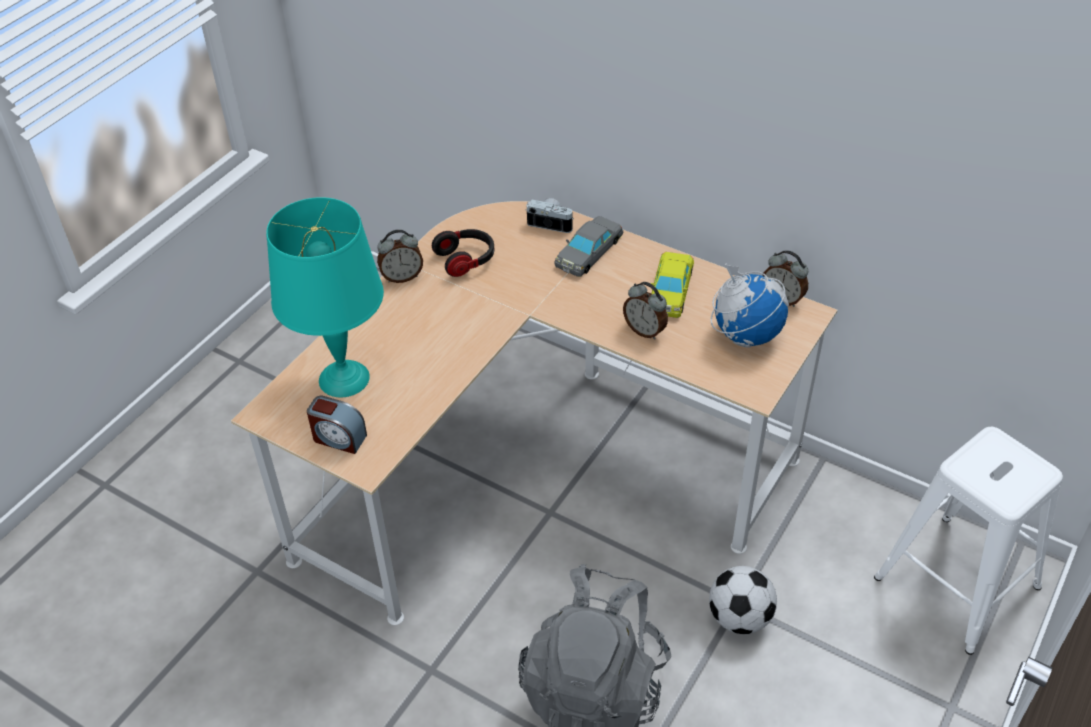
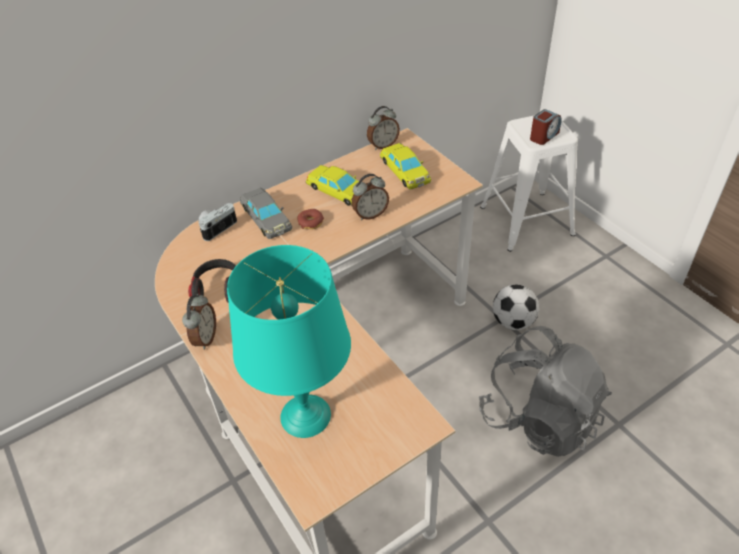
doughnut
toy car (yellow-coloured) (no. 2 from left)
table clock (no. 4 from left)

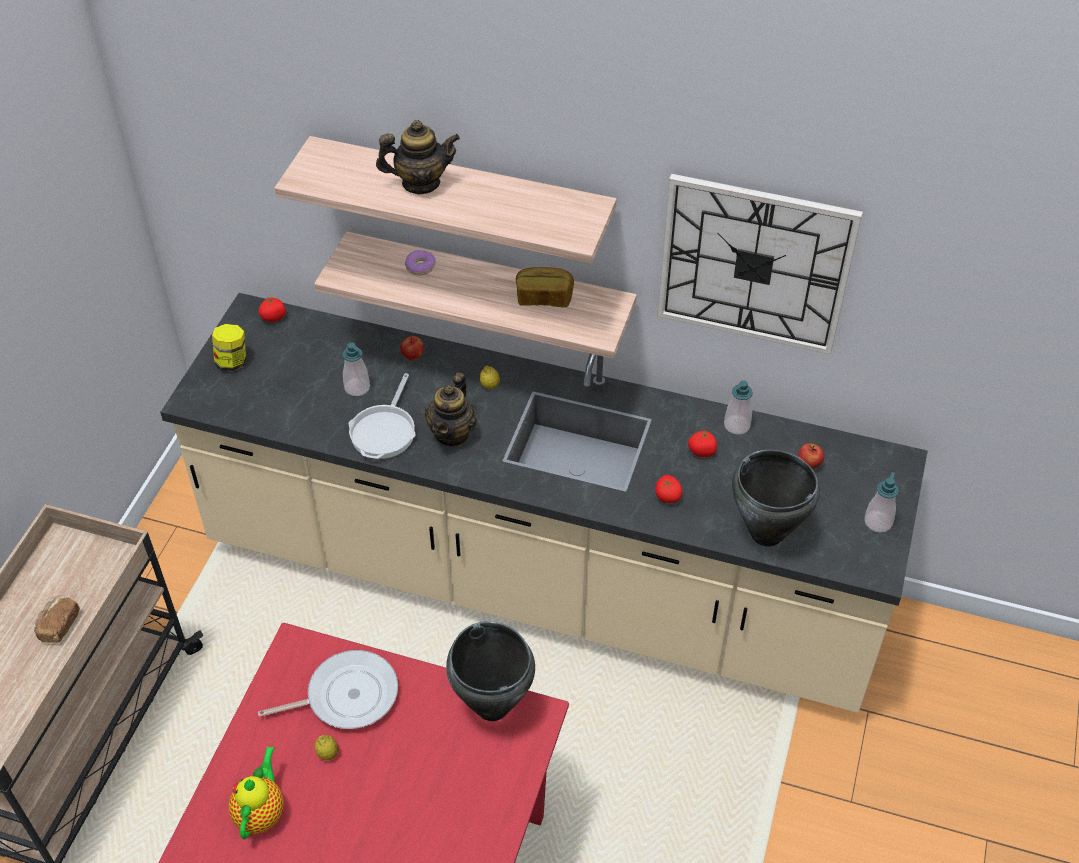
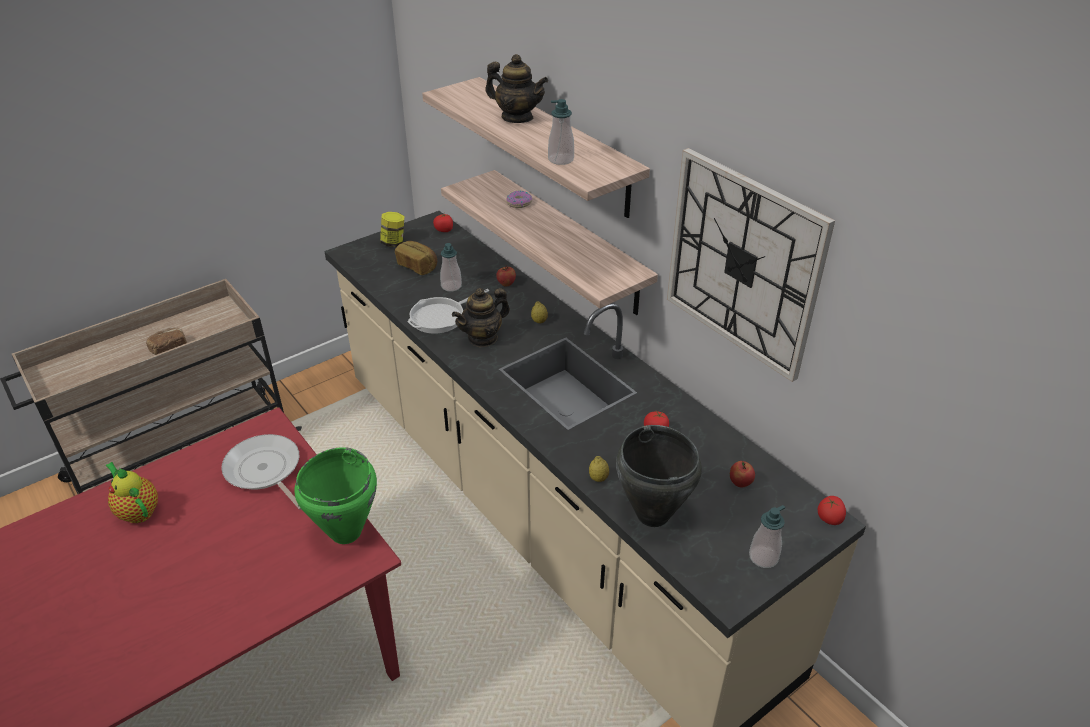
pot for tea (no. 1 from left)
pan (no. 1 from left)
stockpot (greenish)
bread (no. 2 from left)
soap dispenser (no. 2 from left)
whole lemon (no. 2 from left)
fresh tomato (no. 3 from left)

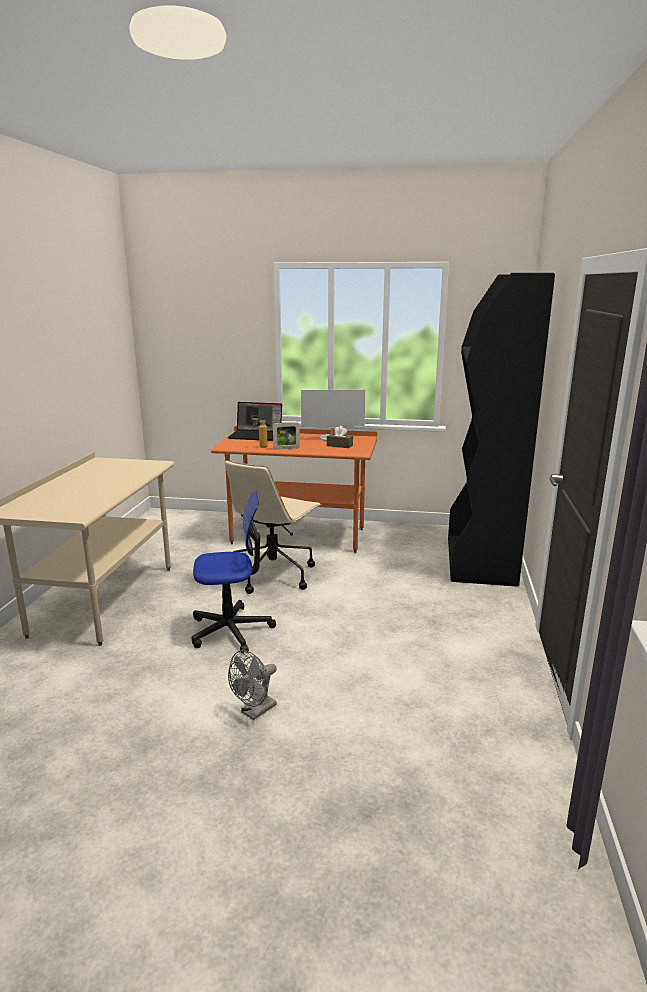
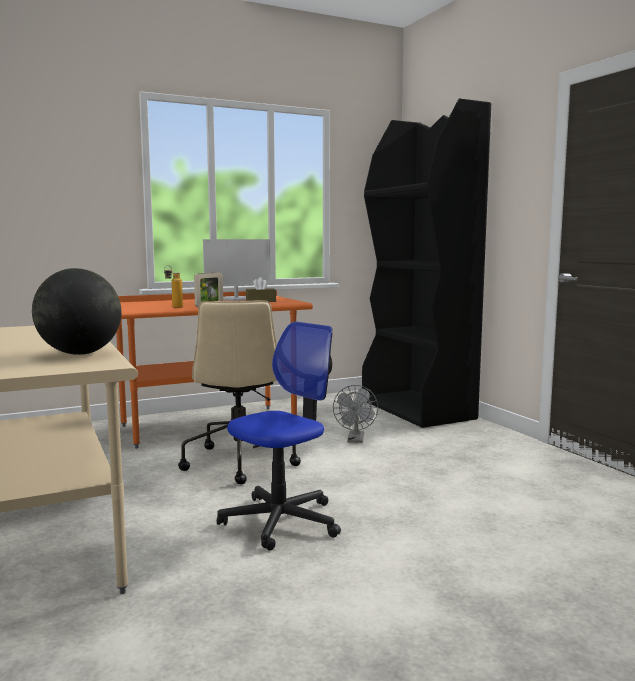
desk globe
cooling fan (gray)
notebook computer

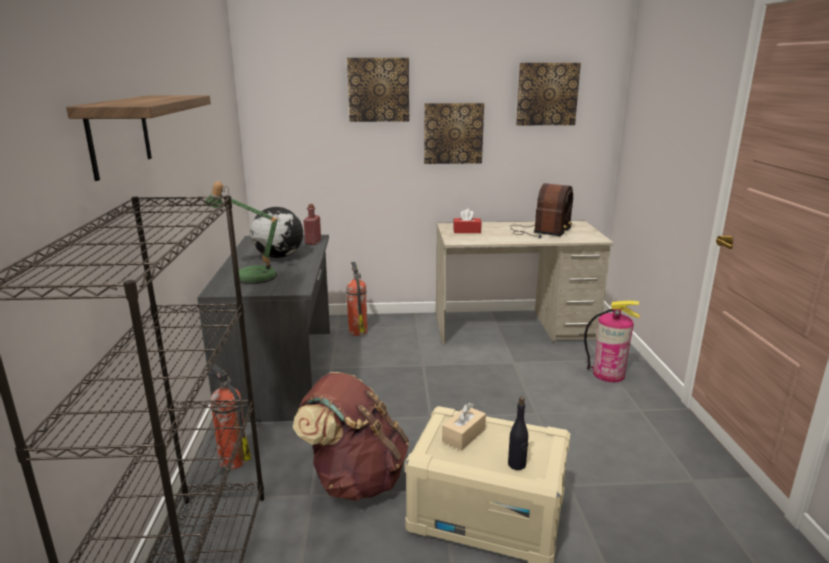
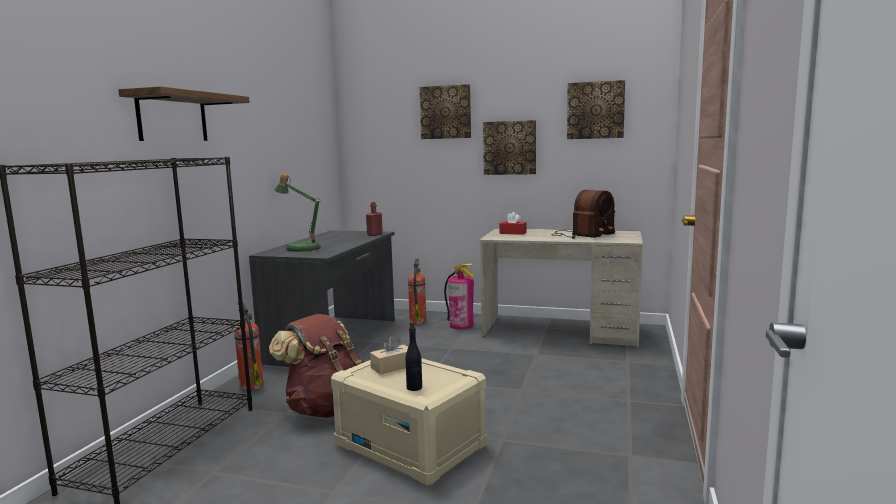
fire extinguisher (no. 3 from left)
desk globe

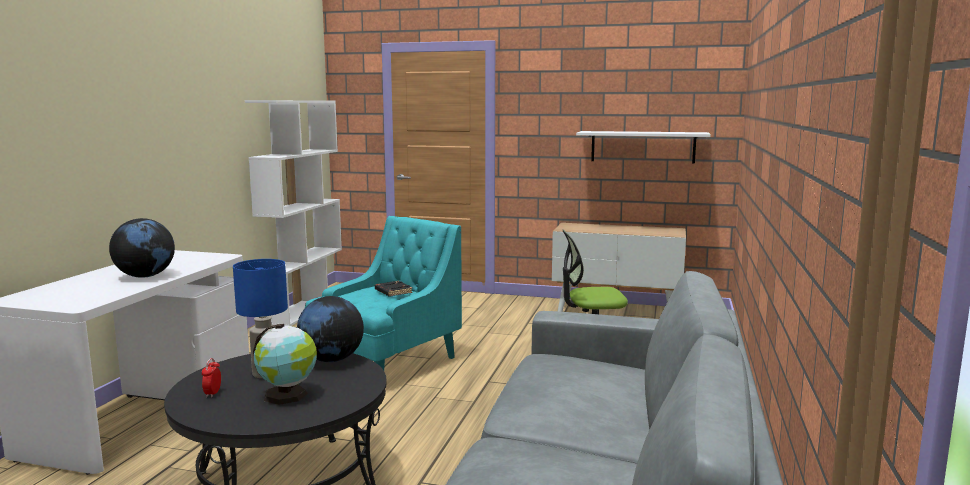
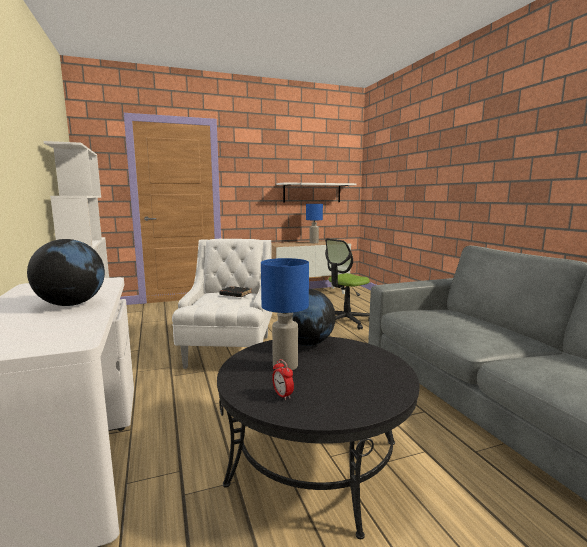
armchair (whitish)
tabletop lamp (bluish) (no. 2 from left)
desk globe (no. 2 from left in the first image)

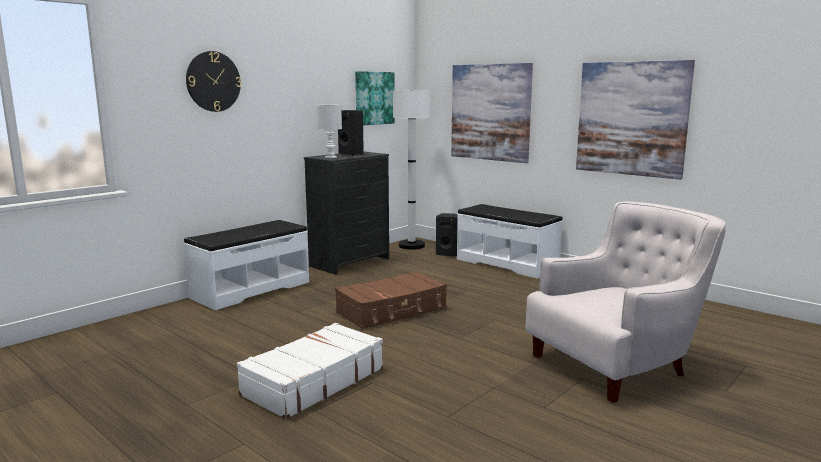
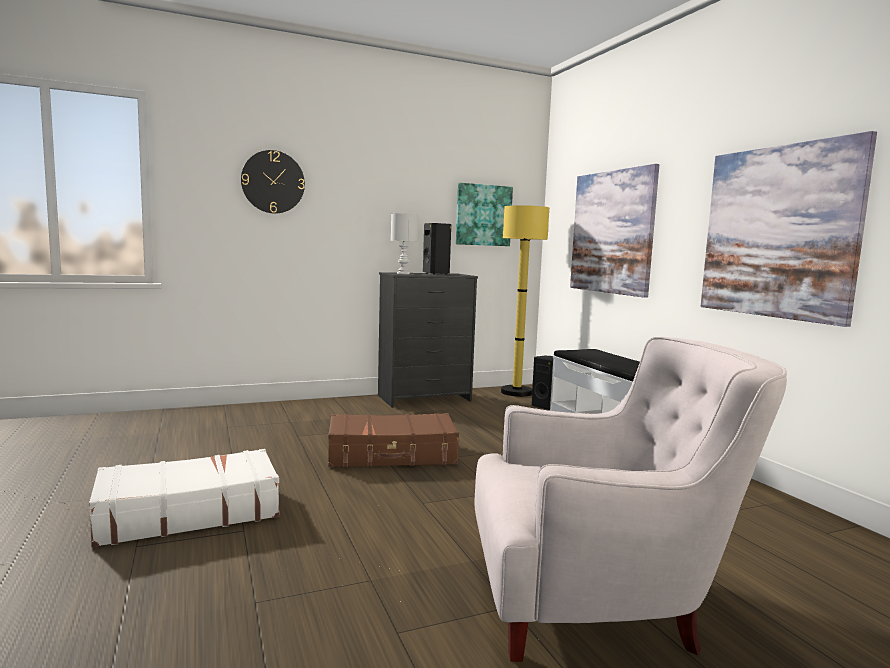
standing lamp (yellow-coloured)
bench (whitish) (no. 1 from left in the first image)

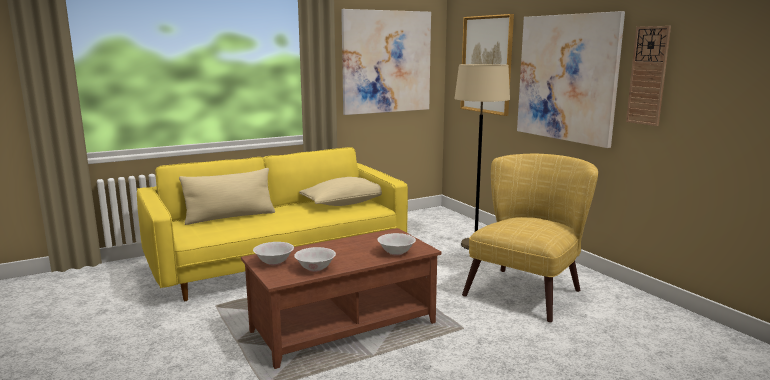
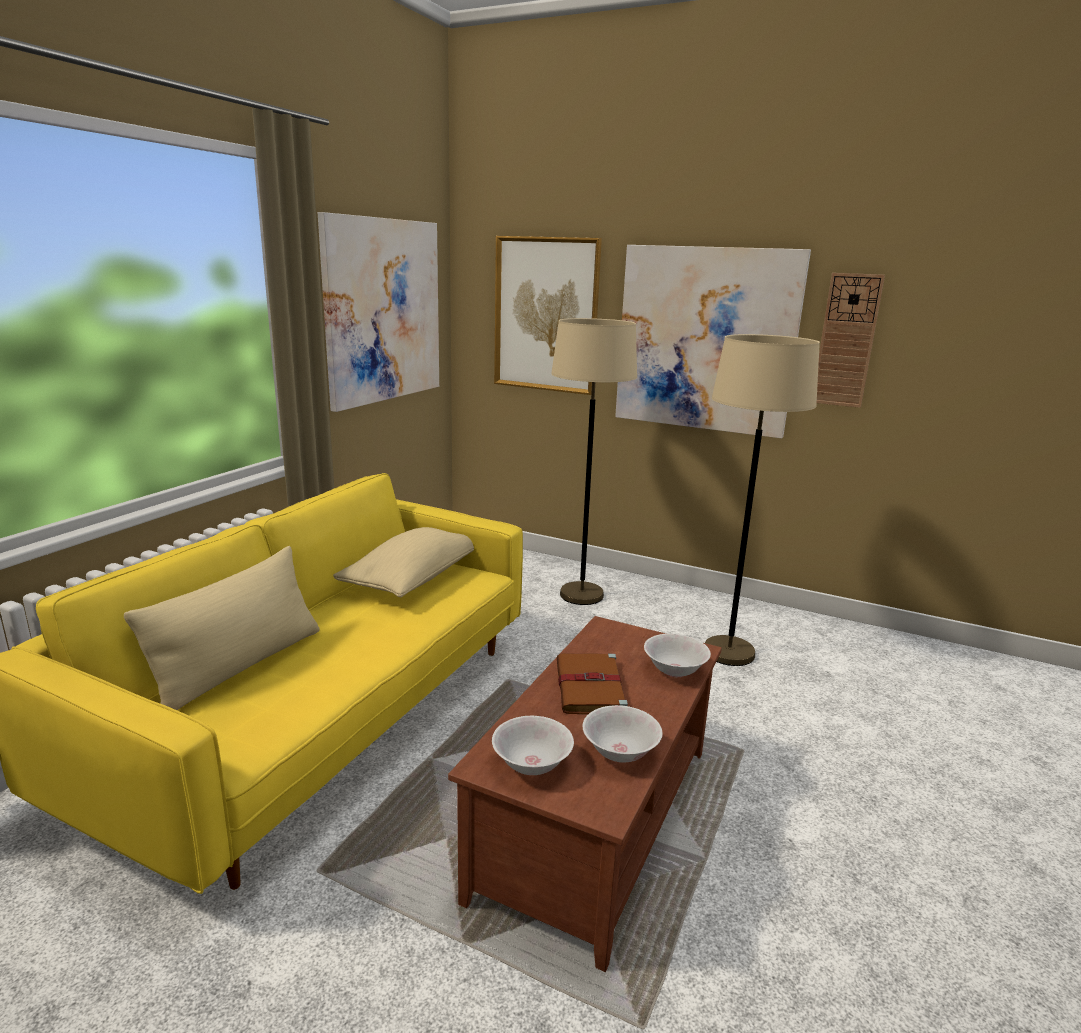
volume (brownish)
standing lamp (sand-coloured) (no. 2 from left)

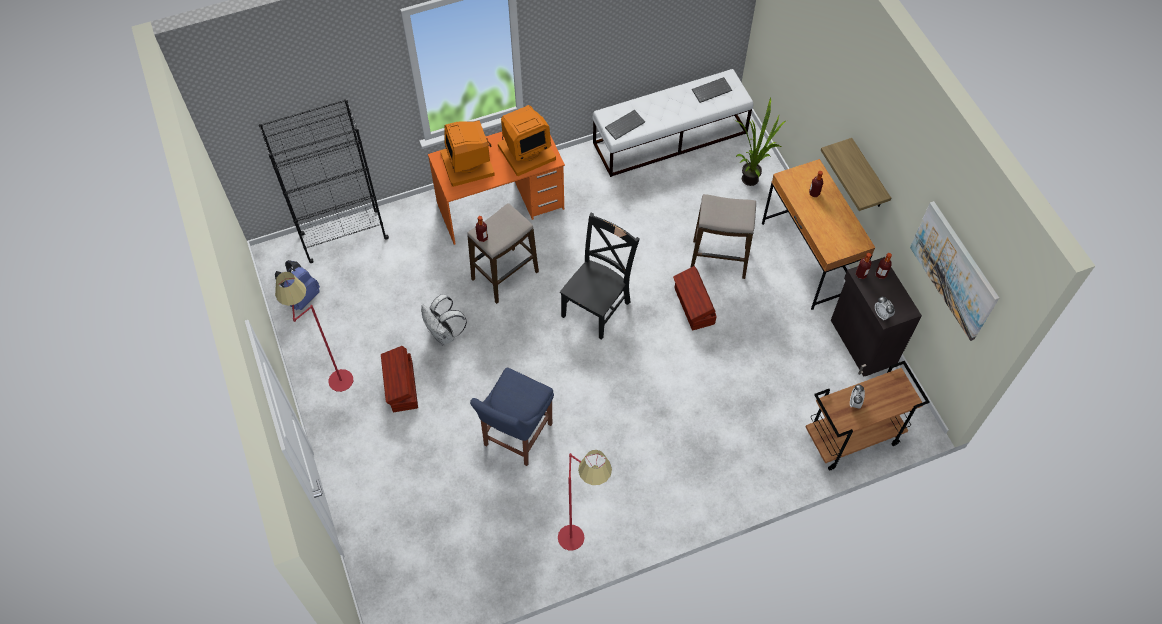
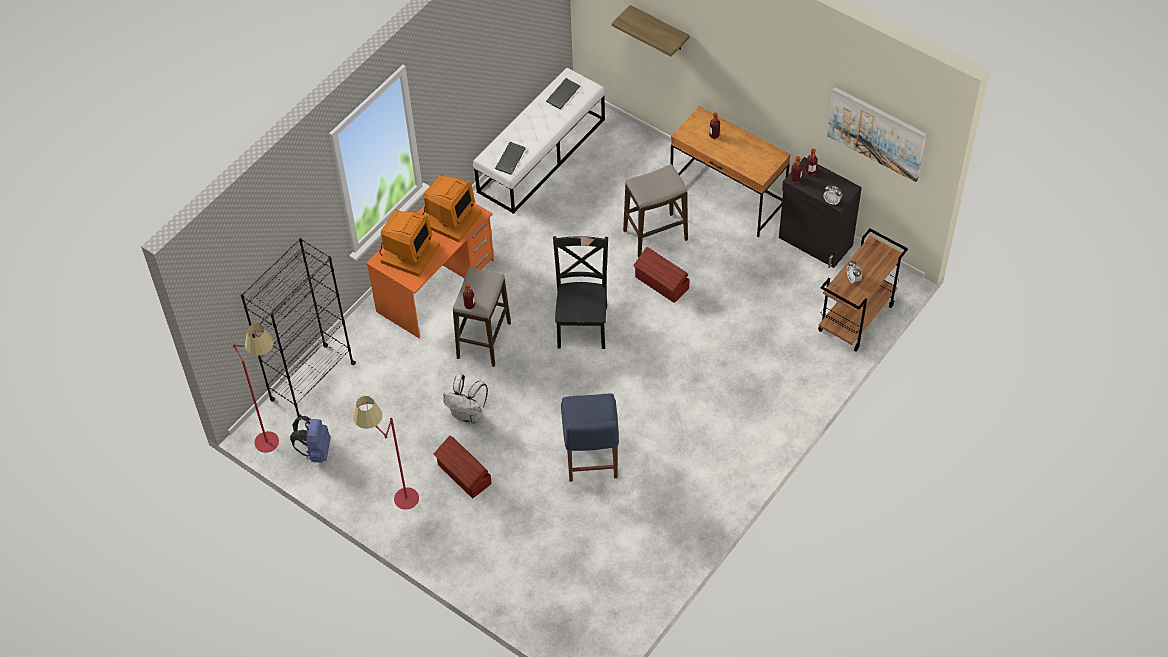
standing lamp (red) (no. 1 from left)
monitor (no. 1 from left)
shelf
plant in a pot

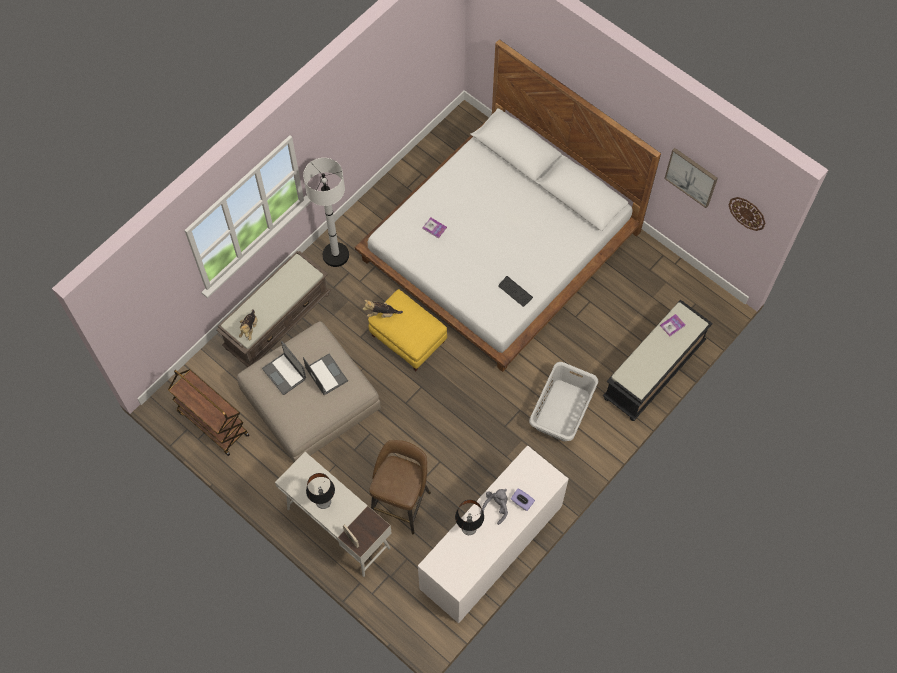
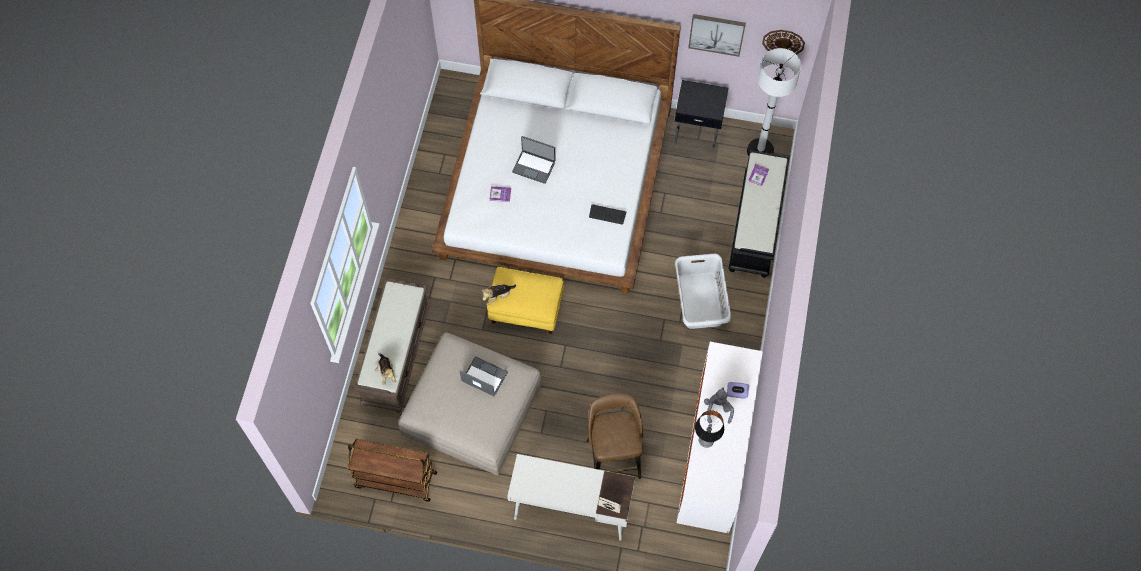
notebook computer (no. 2 from left)
nightstand (black-coloured)
standing lamp (whitish)
tabletop lamp (no. 1 from left in the first image)

